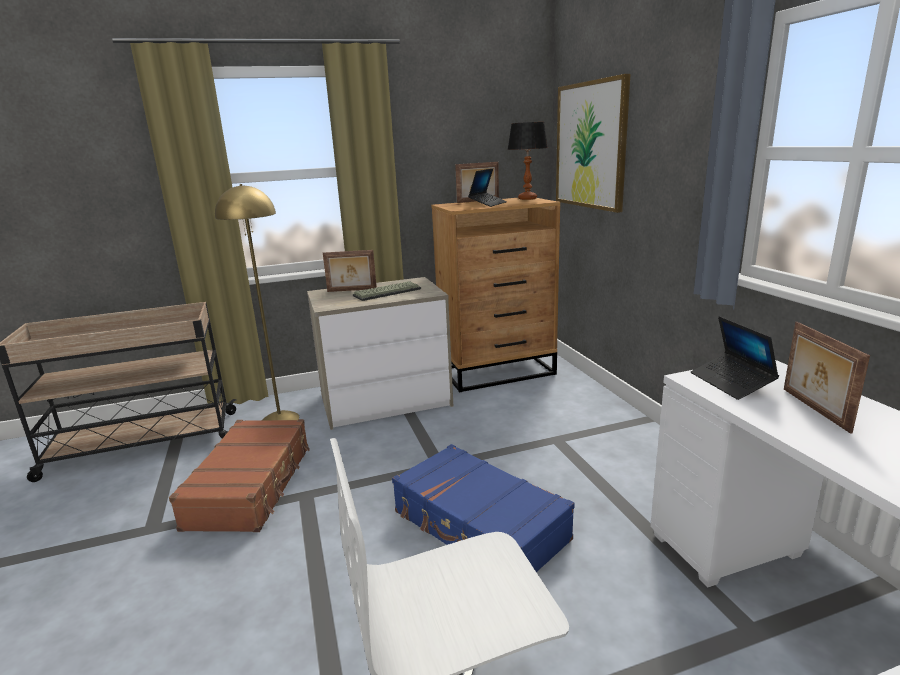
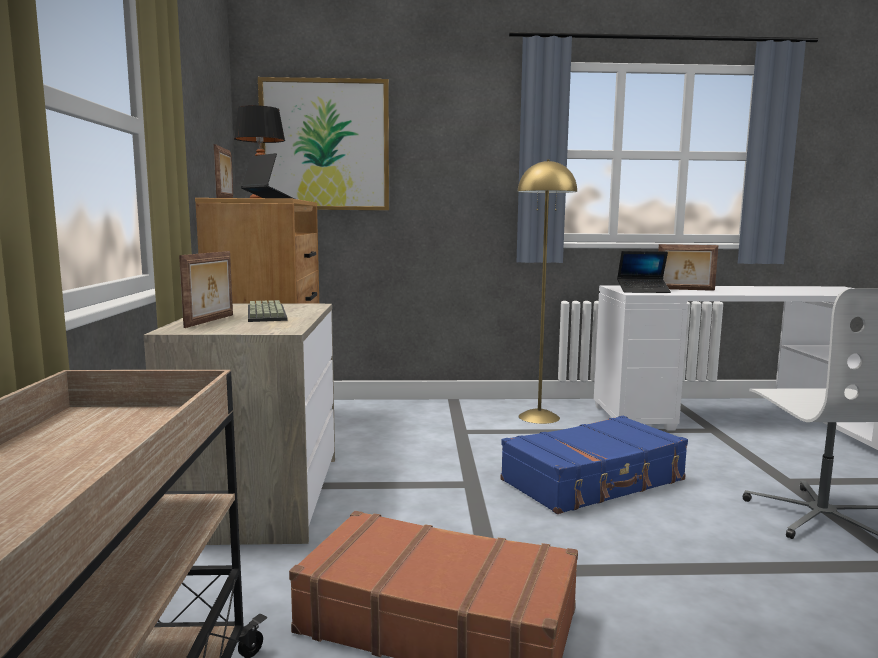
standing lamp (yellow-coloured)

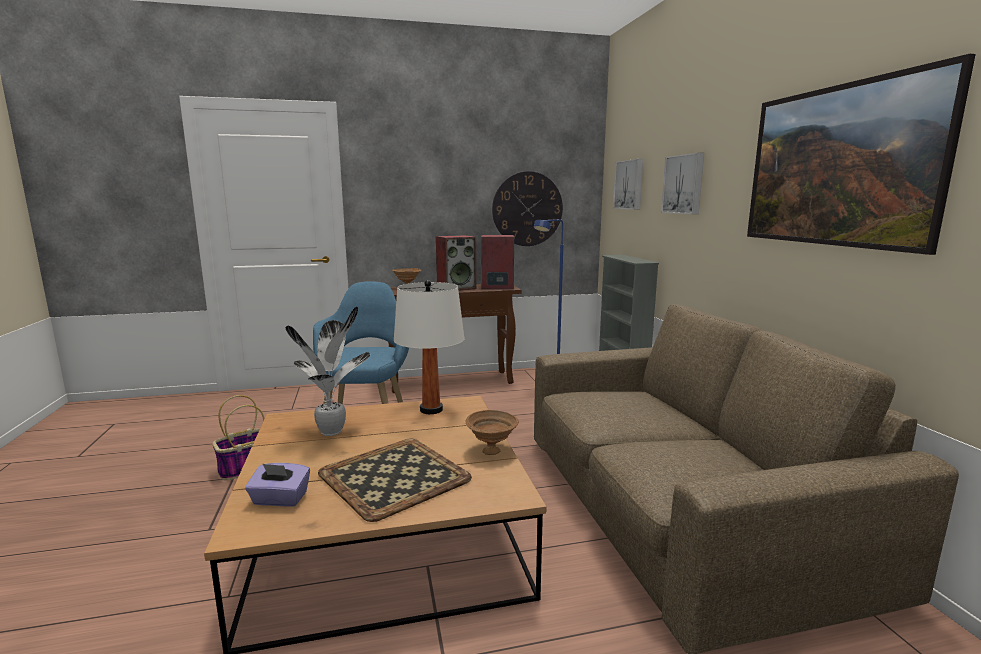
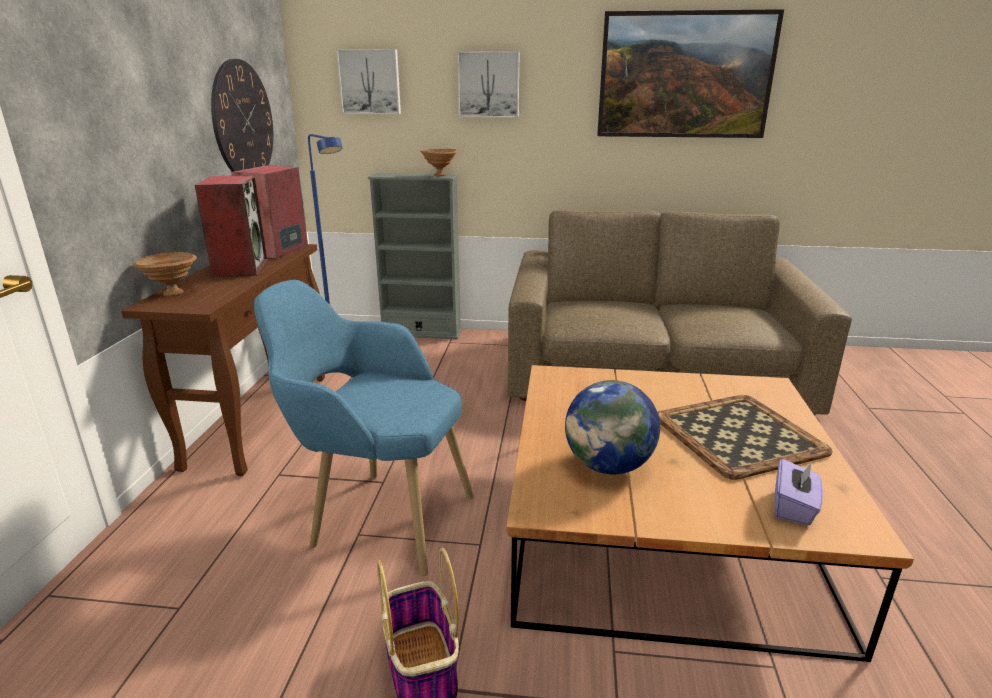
bowl (brownish) (no. 2 from left)
desk globe
tabletop lamp (whitish)

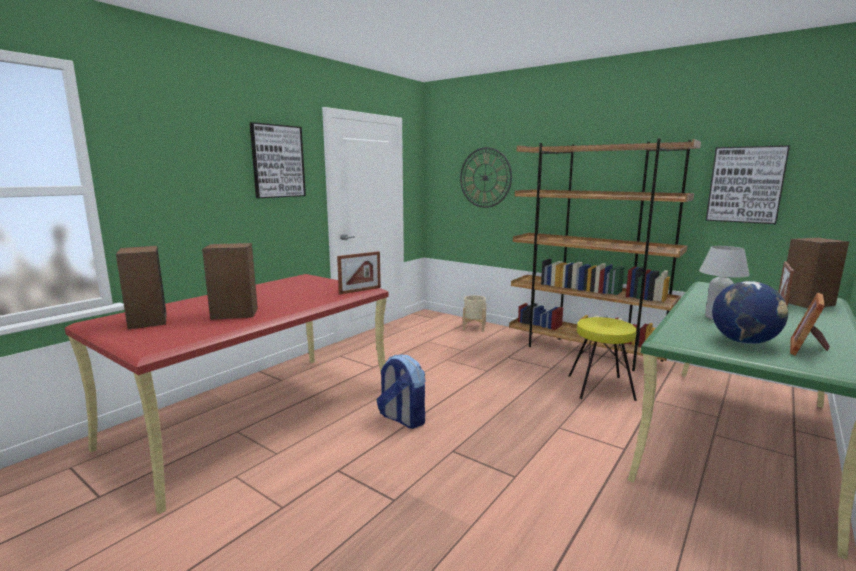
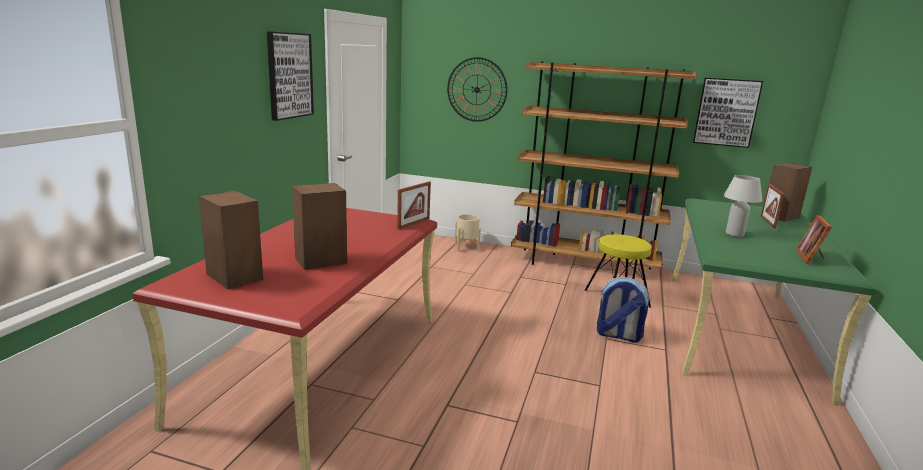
backpack
desk globe

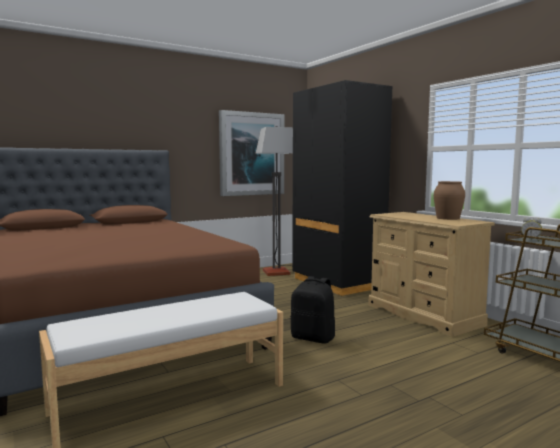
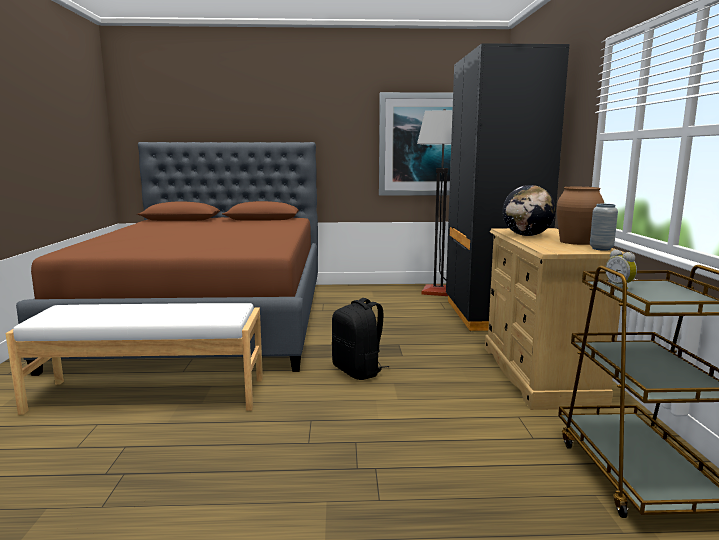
desk globe
flower vase (gray)

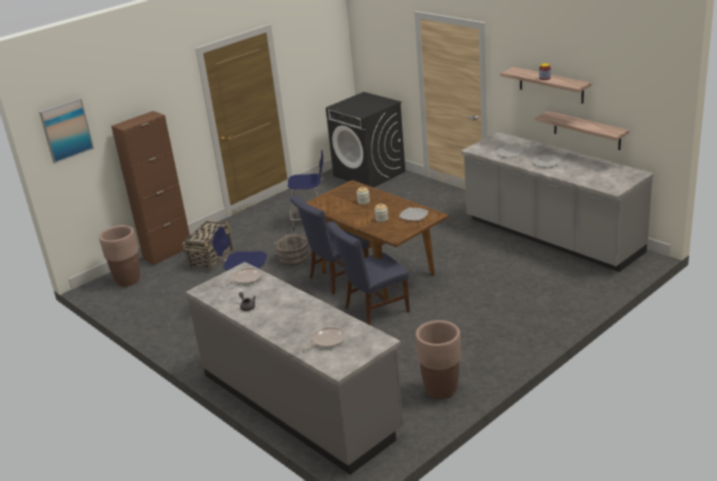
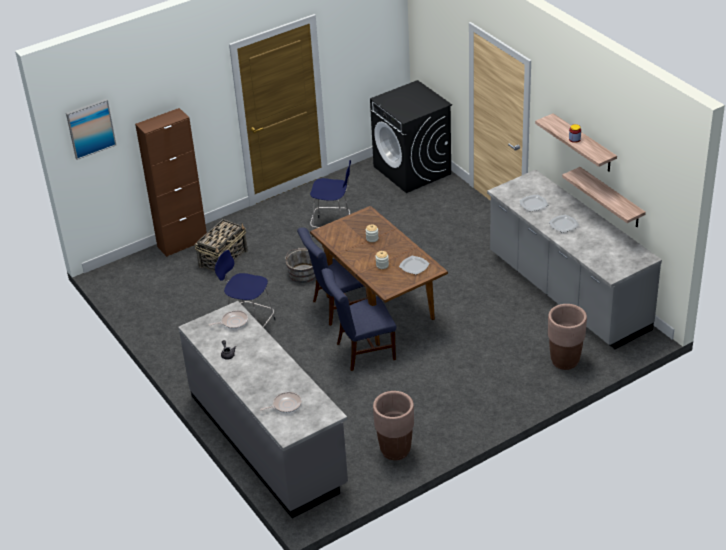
planter (brownish) (no. 2 from left)

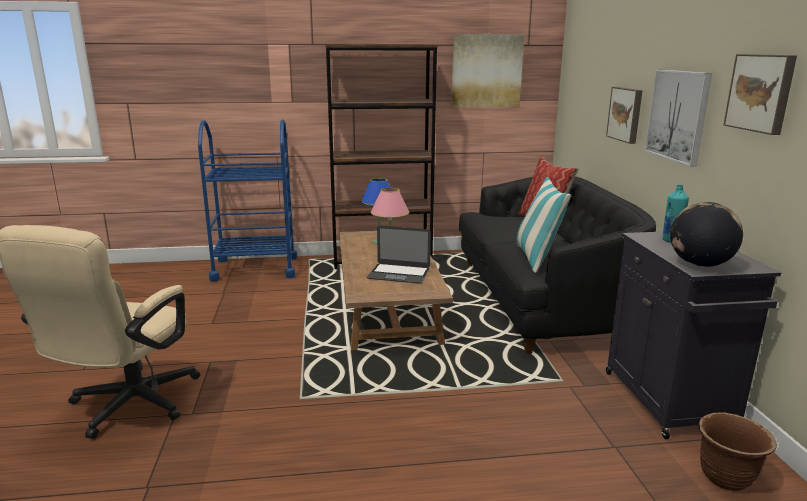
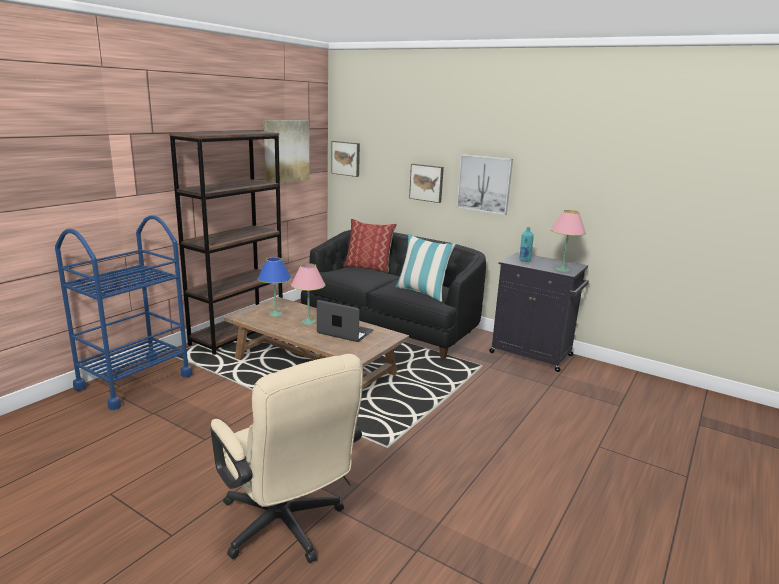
notebook computer
wall picture (no. 2 from left)
tabletop lamp (pinkish) (no. 2 from left)
planter (brownish)

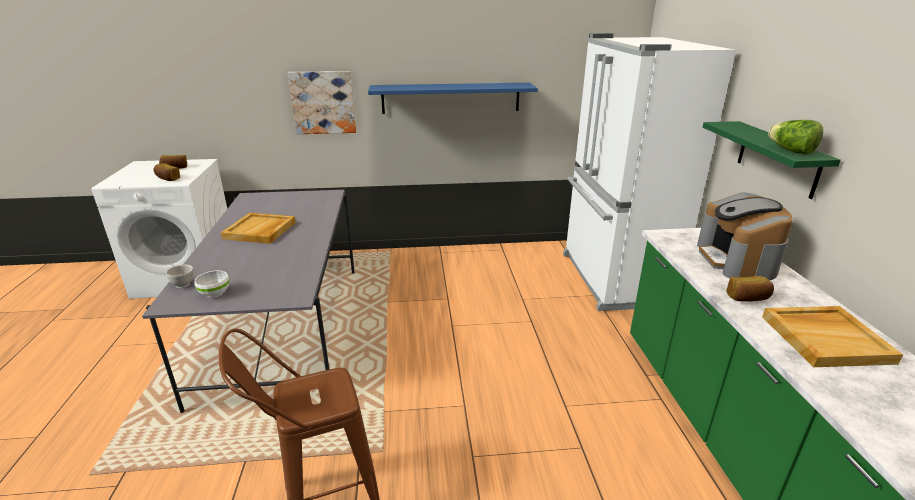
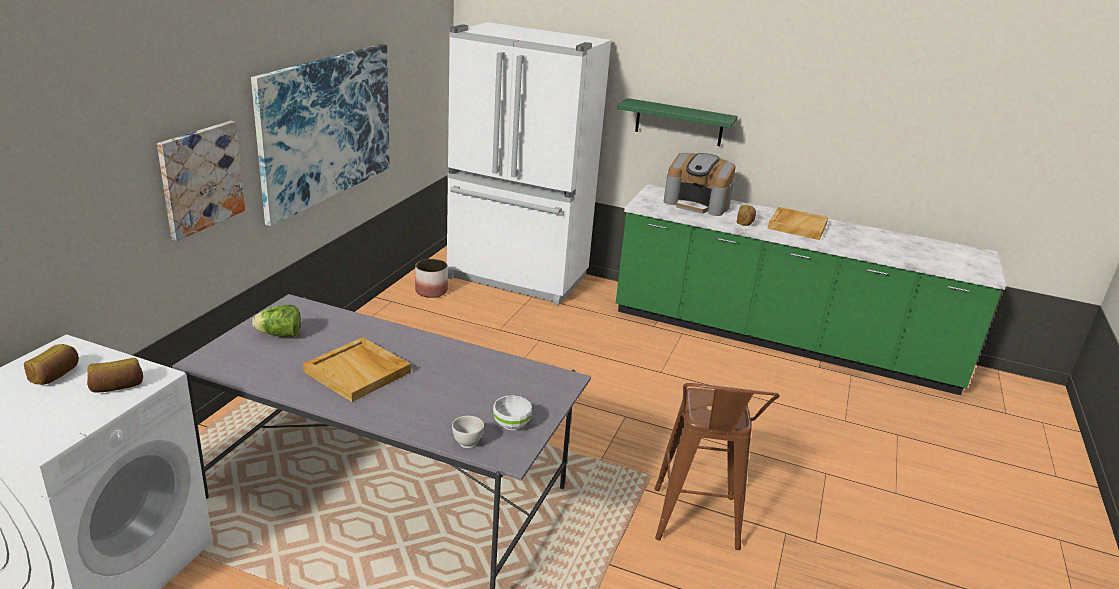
wall picture (no. 2 from left)
lettuce
planter

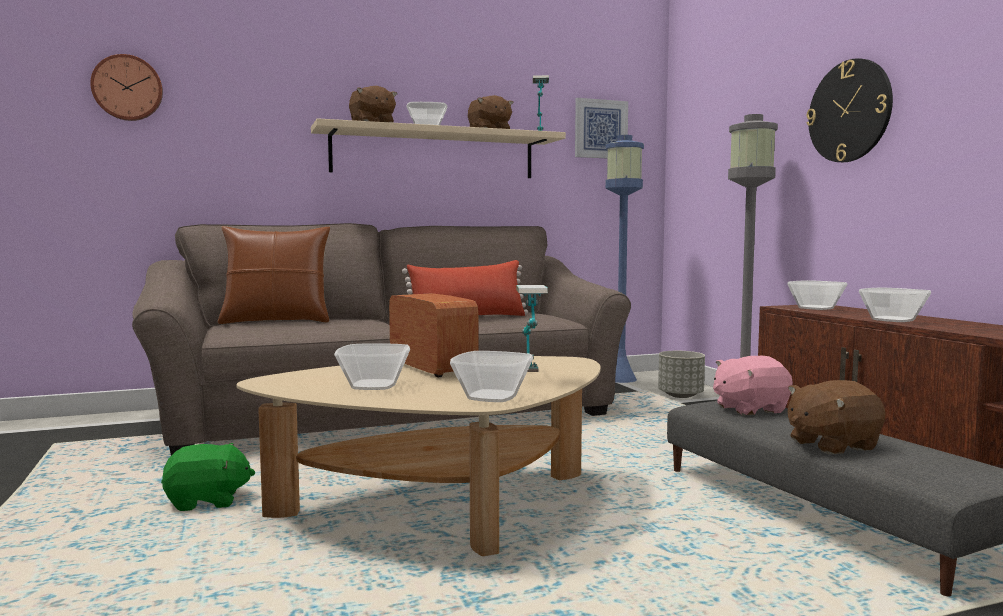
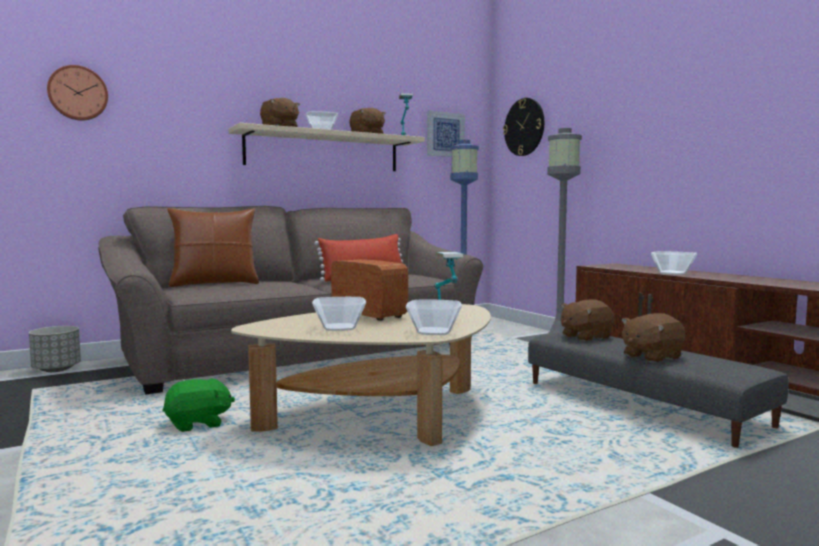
planter (gray)
wall clock (no. 2 from left)
soft toy (brownish) (no. 3 from left)
bowl (no. 4 from left in the first image)

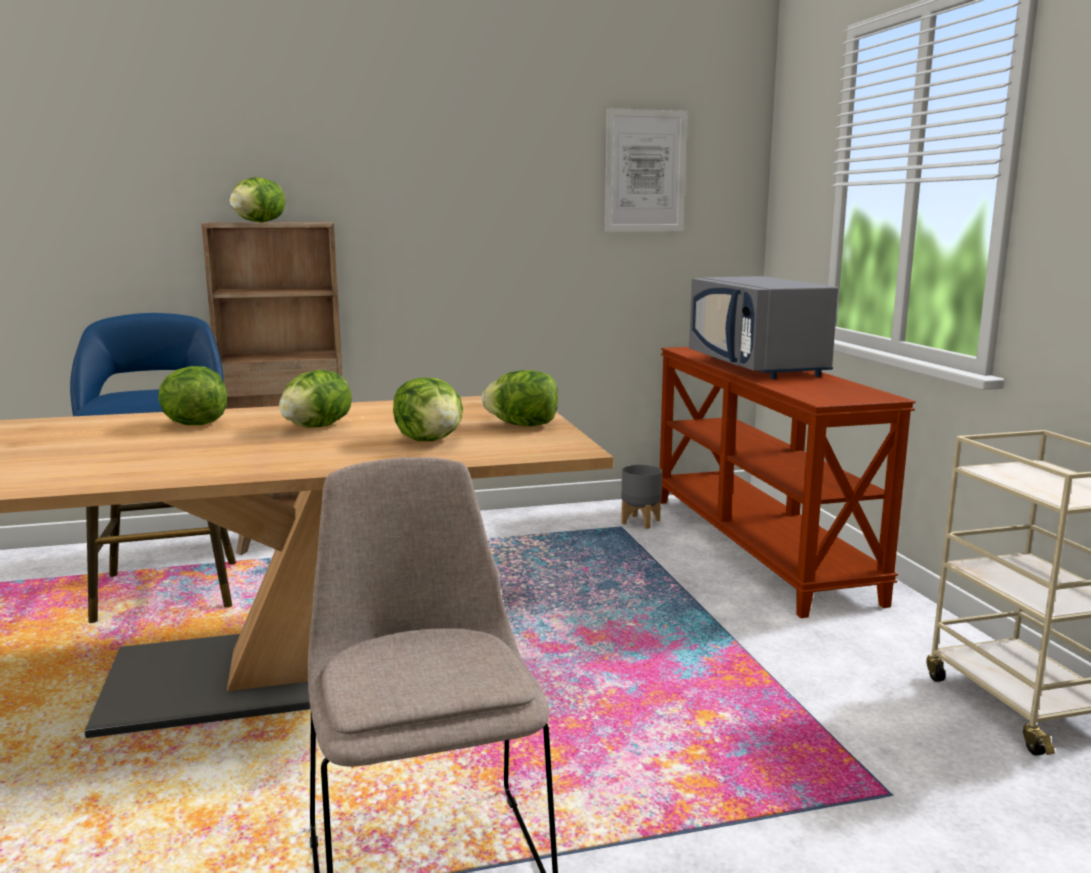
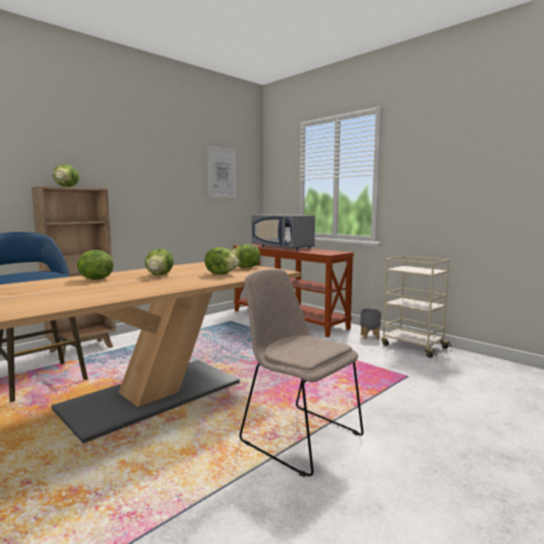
planter (gray)

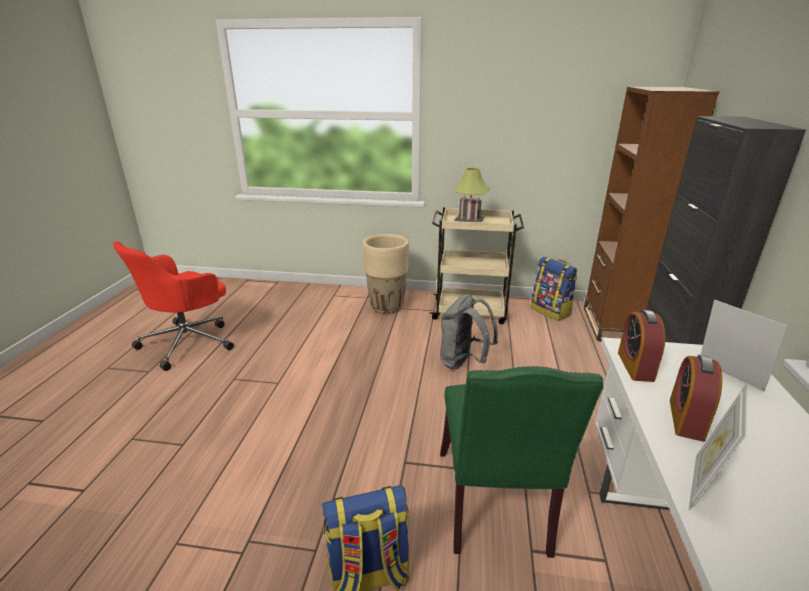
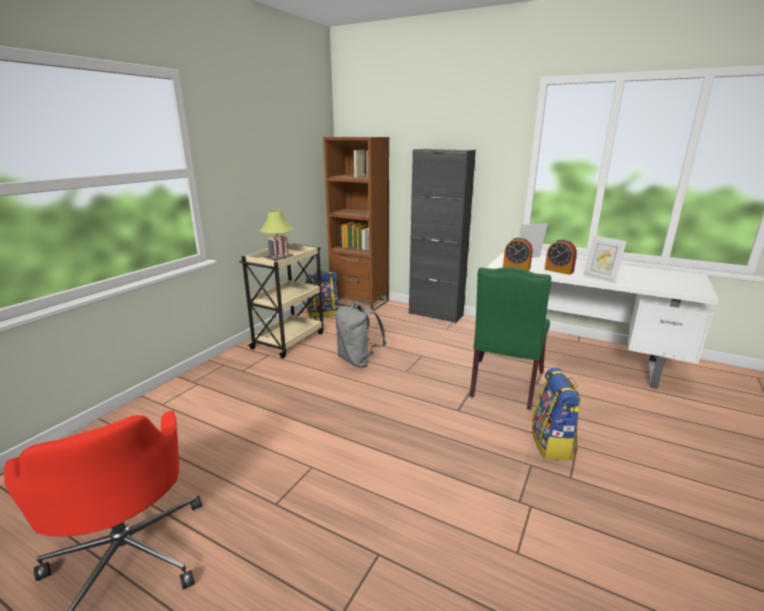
plain chair (greenish)
planter (sand-coloured)

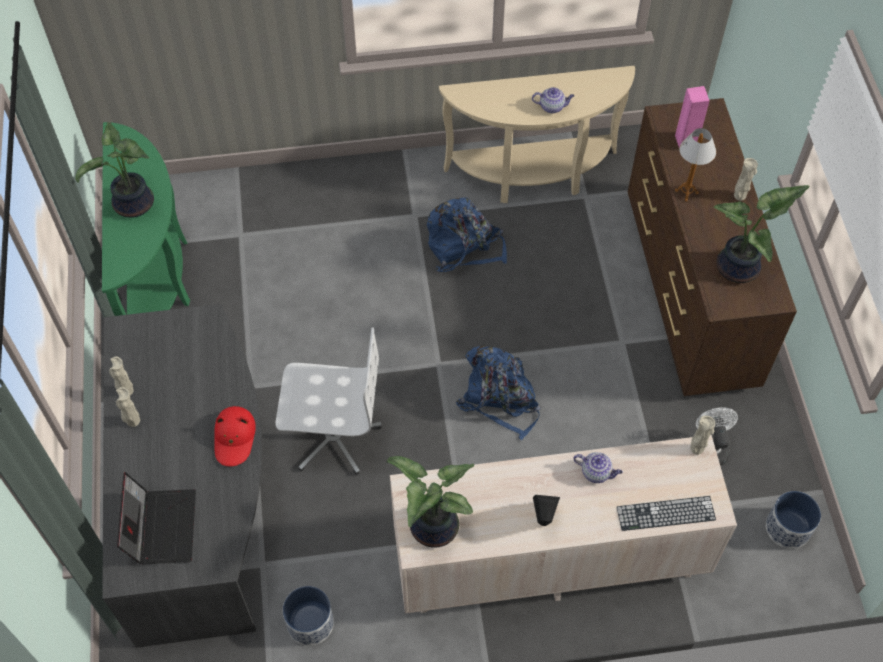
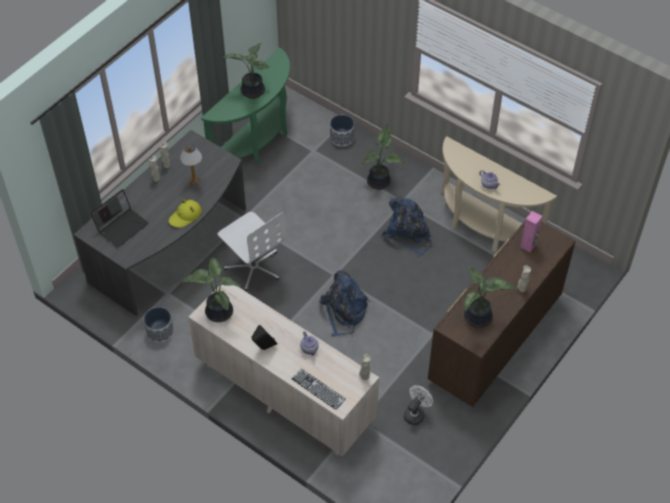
clothing hat (yellow-coloured)
tabletop lamp
planter (no. 2 from left)
plant in a pot (no. 3 from left)

